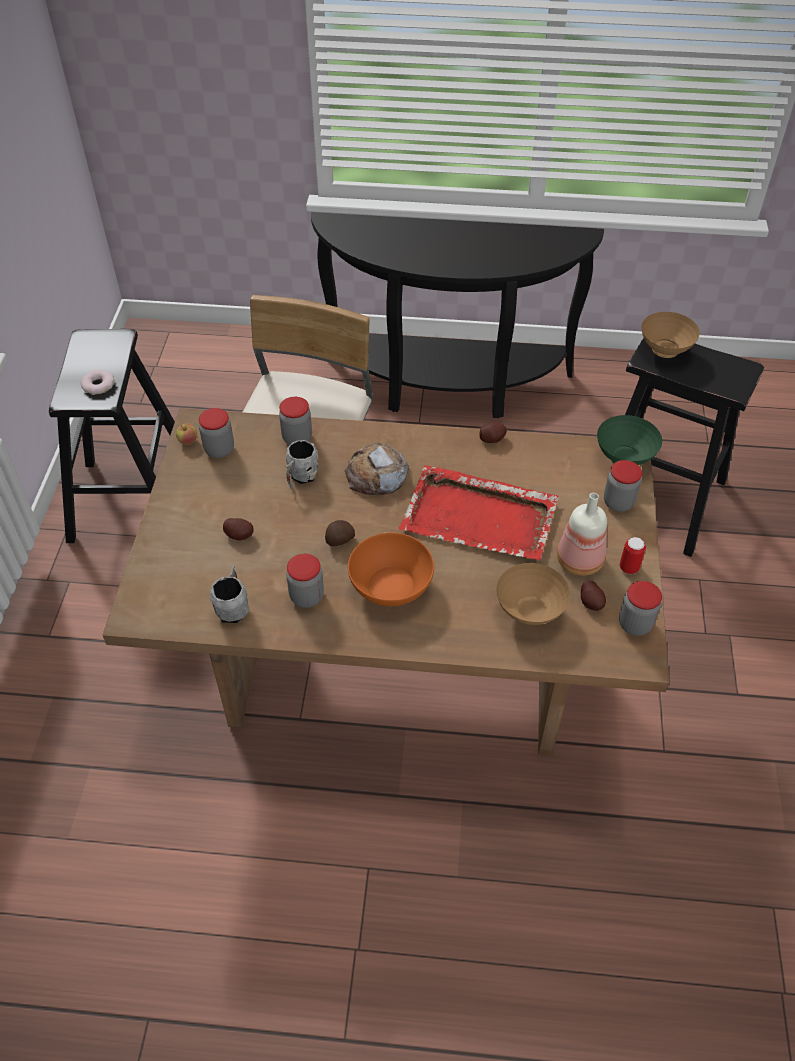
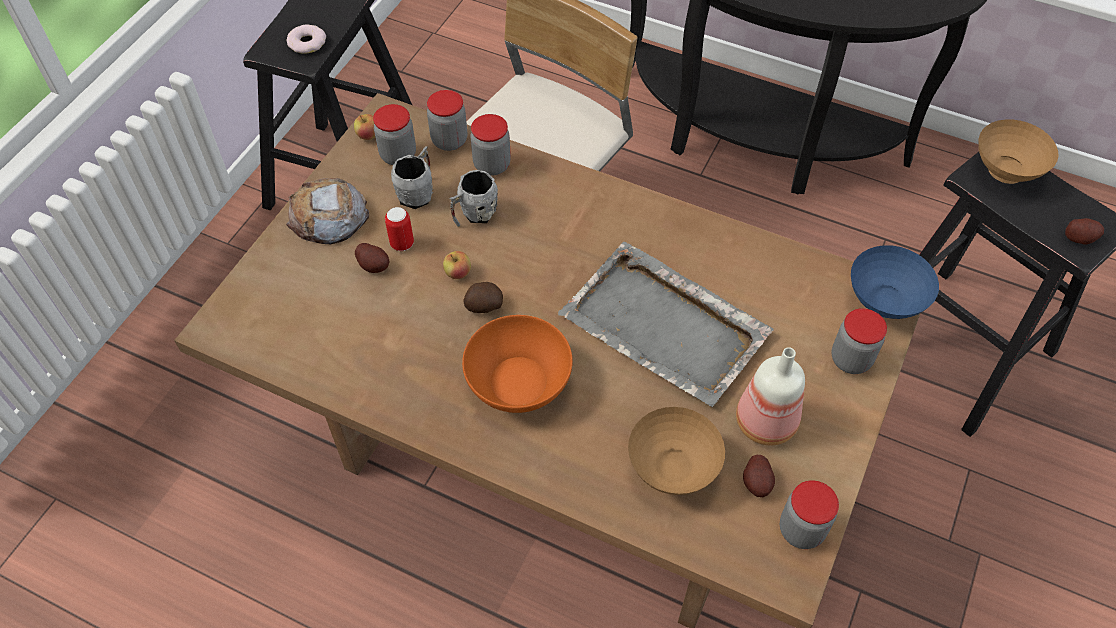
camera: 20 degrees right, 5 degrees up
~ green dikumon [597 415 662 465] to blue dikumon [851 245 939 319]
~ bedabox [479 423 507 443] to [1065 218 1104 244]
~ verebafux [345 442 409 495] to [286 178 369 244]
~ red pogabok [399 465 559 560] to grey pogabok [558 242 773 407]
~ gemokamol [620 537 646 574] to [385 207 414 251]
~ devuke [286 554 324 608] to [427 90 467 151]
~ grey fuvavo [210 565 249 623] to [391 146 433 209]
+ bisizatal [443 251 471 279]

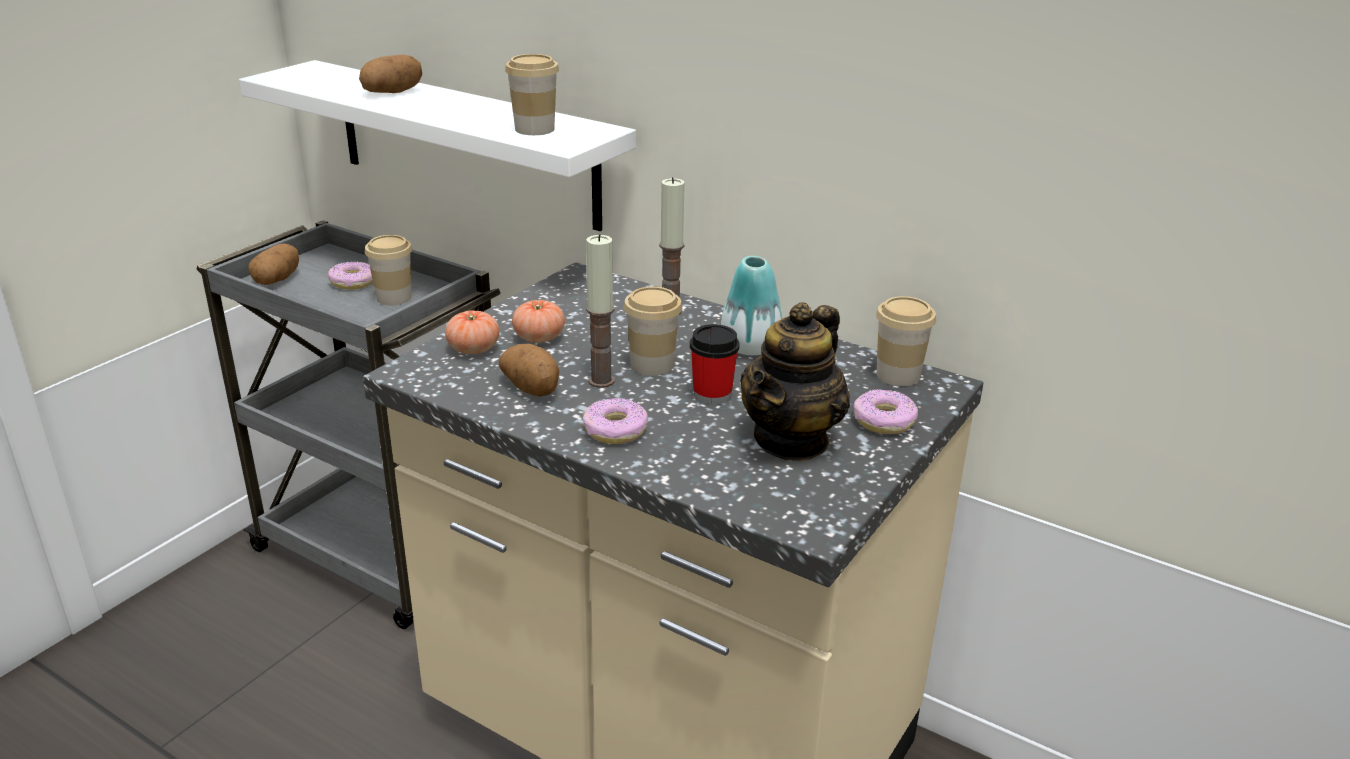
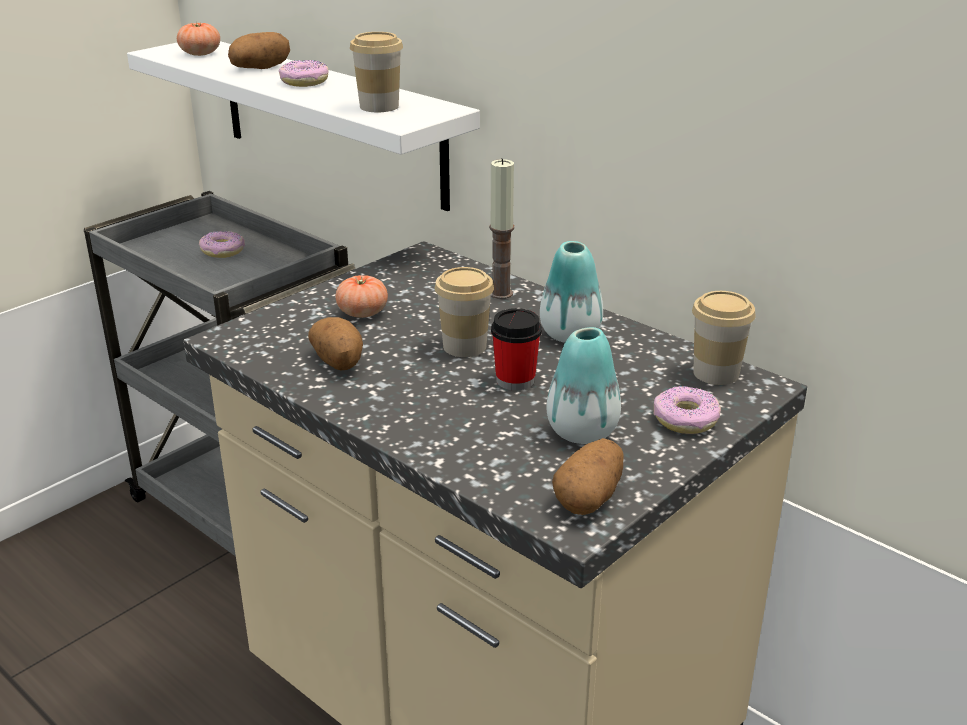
camera: 10 degrees right, 0 degrees up
- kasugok [586 234 615 388]
- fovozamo [365 235 412 306]
~ bedabox [248 243 299 285] to [552 438 624 515]
~ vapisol [740 302 850 461] to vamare [547 327 621 444]
~ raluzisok [445 310 500 354] to [177 21 220 56]
~ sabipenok [583 397 648 444] to [279 60 328 87]

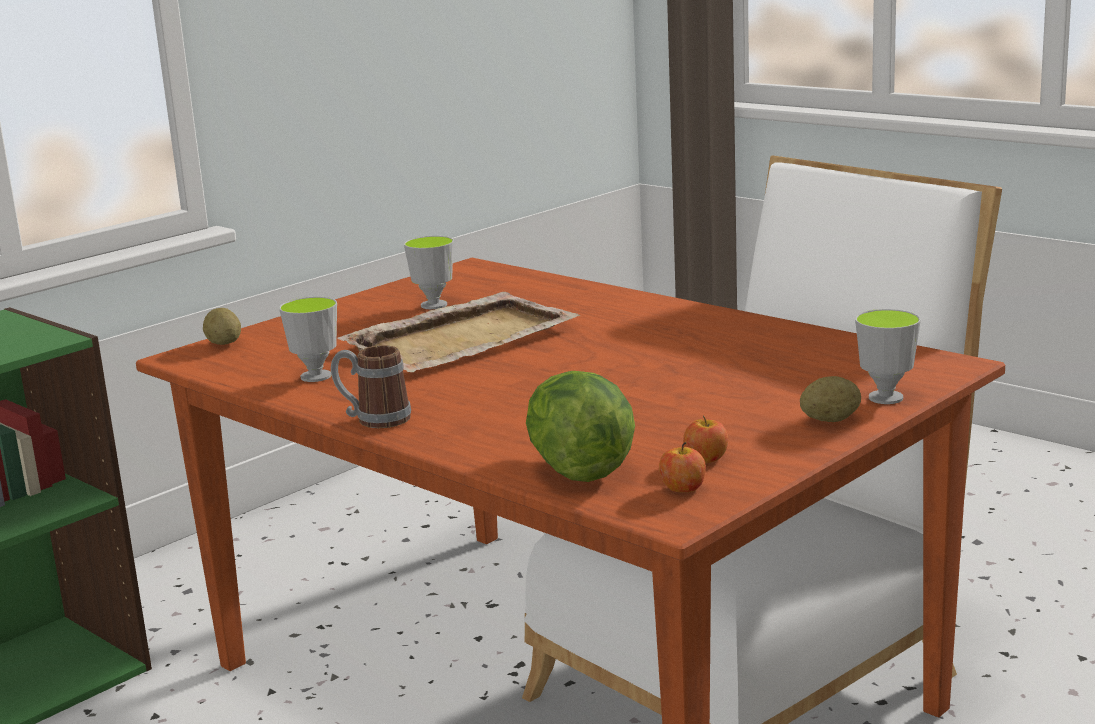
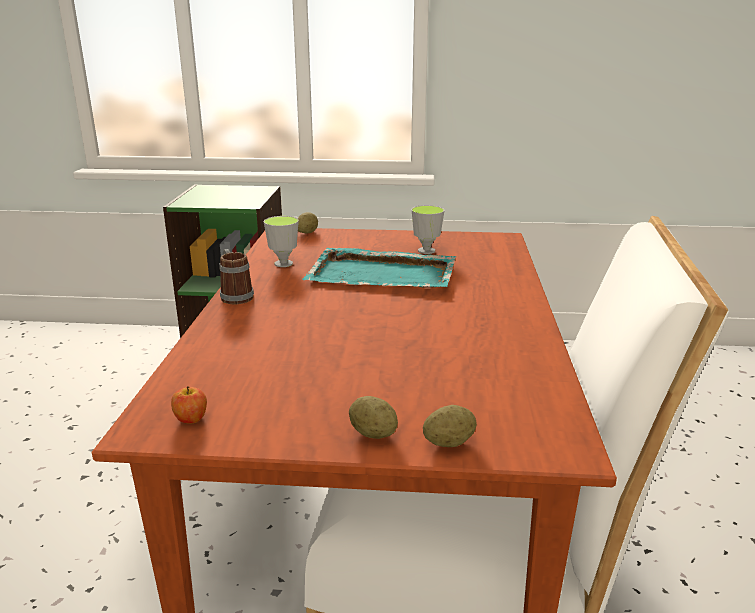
camera: 50 degrees right, 5 degrees up
~ beige pogabok [338 292 581 372] to turquoise pogabok [302 248 456 288]
~ fovozamo [855 309 921 404] to bedabox [423 405 477 447]
- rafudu [526 371 635 482]
- bisizatal [683 415 728 463]

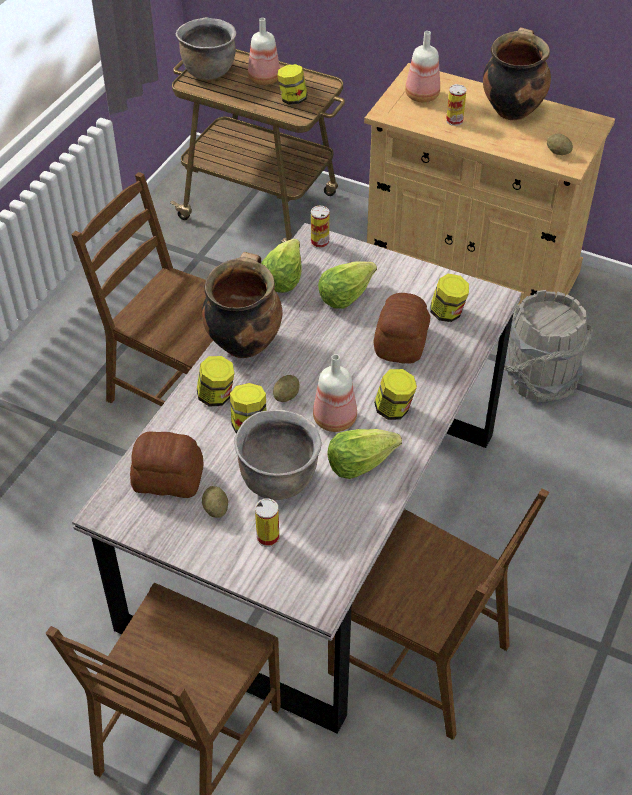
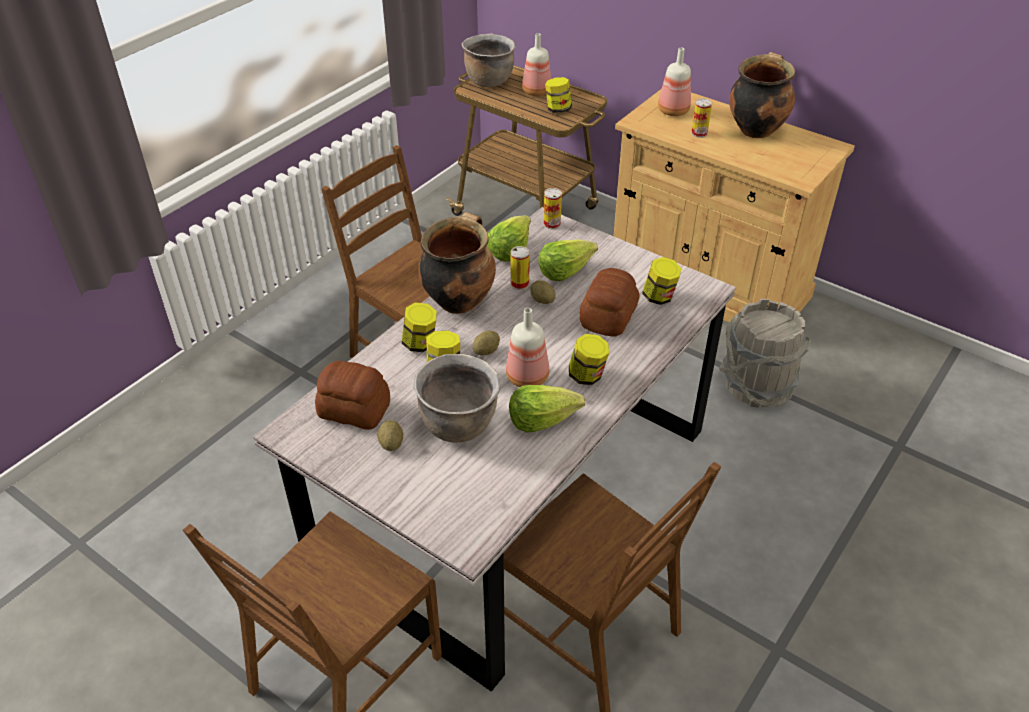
camera: 10 degrees right, 5 degrees down
~ bedabox [547 134 573 155] to [530 280 556 304]
~ gemokamol [255 498 279 547] to [511 246 530 290]

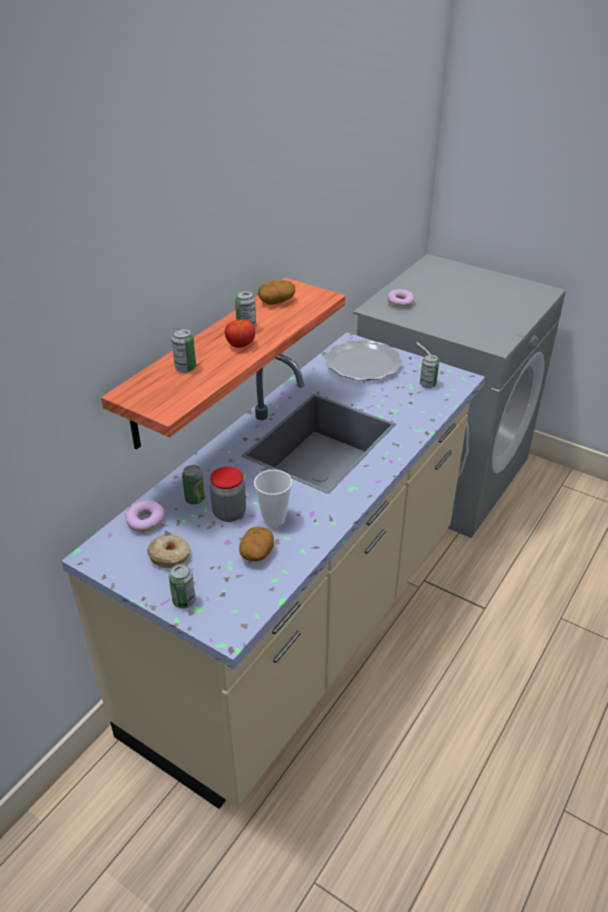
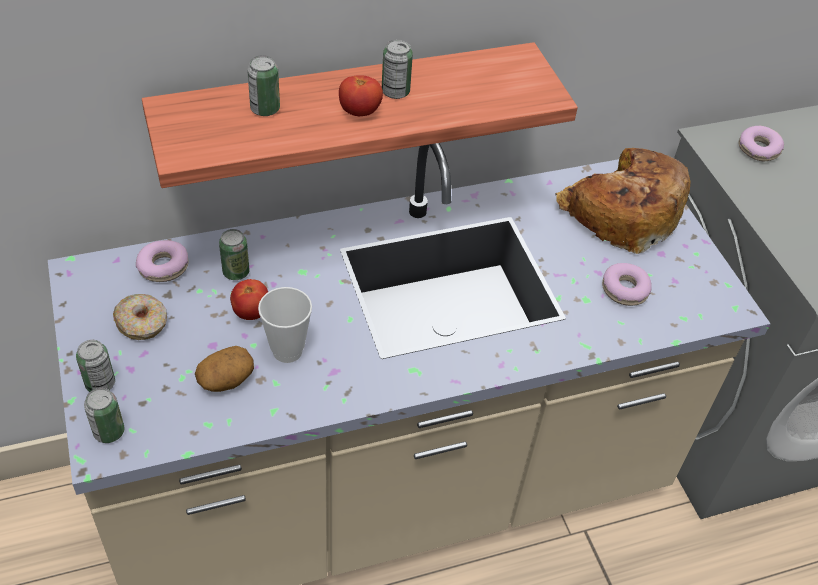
camera: 35 degrees right, 10 degrees up
- bedabox [258 280 295 305]
~ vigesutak [325 340 402 381] to verebafux [555 148 691 254]
~ gemokamol [420 354 439 388] to [84 388 125 443]
~ devuke [210 467 246 522] to raluzisok [230 279 268 320]
+ sabipenok [602 263 652 306]

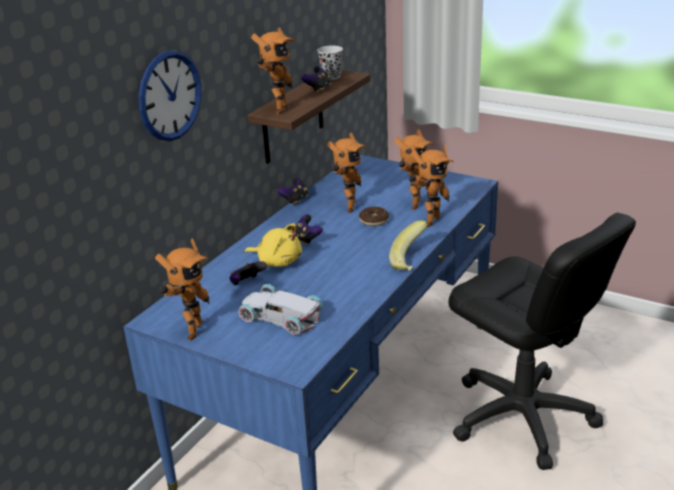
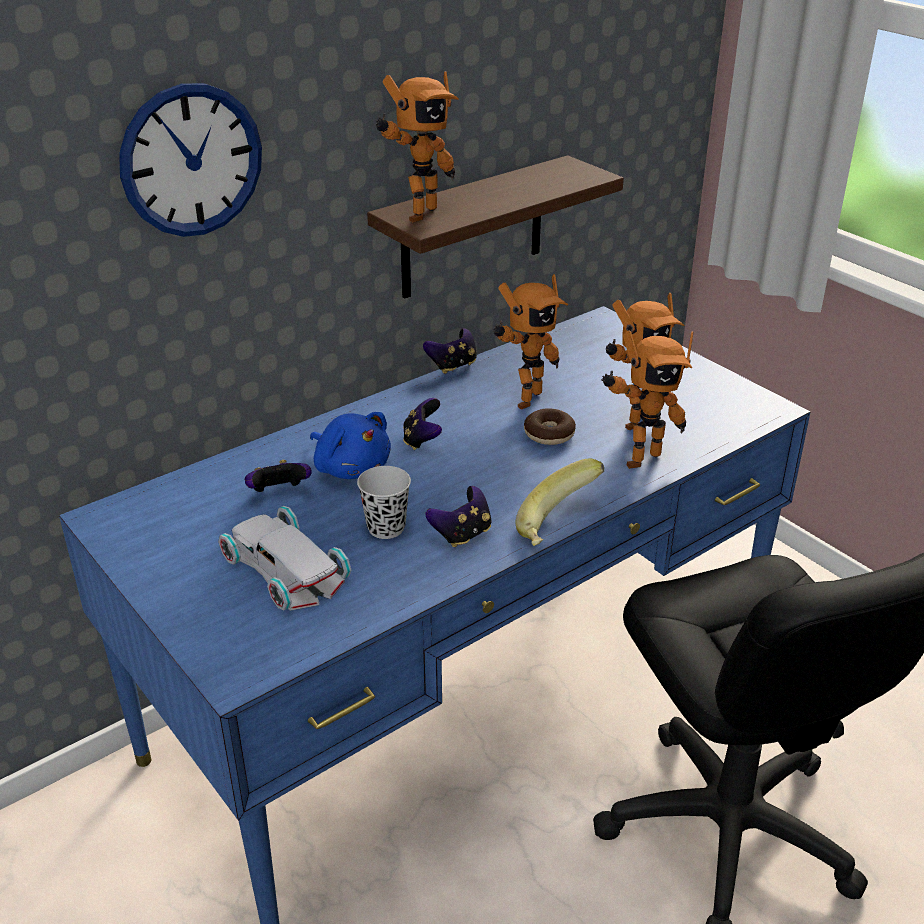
camera: 20 degrees right, 5 degrees up
~ black fovozamo [317 46 343 80] to [357 466 411 539]
~ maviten [301 66 331 93] to [425 486 492 547]
~ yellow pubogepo [245 223 302 267] to blue pubogepo [310 412 391 479]
- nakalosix [155 238 209 341]

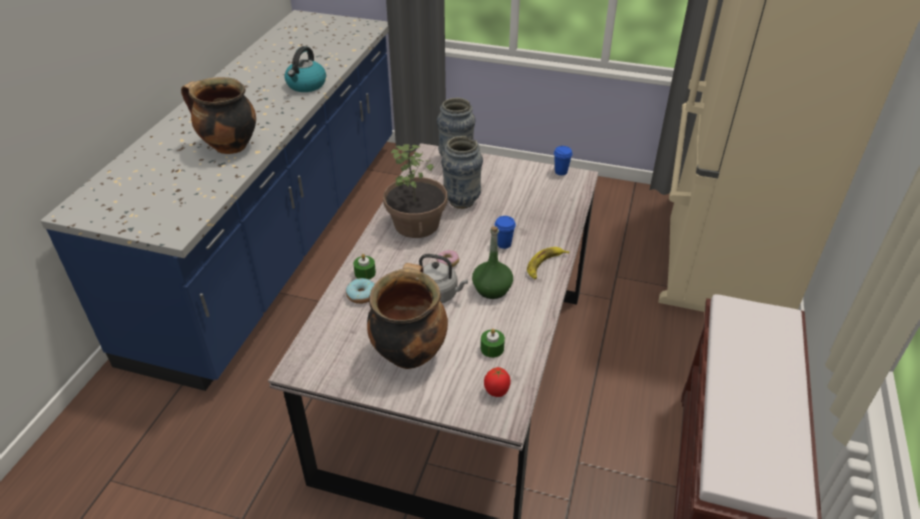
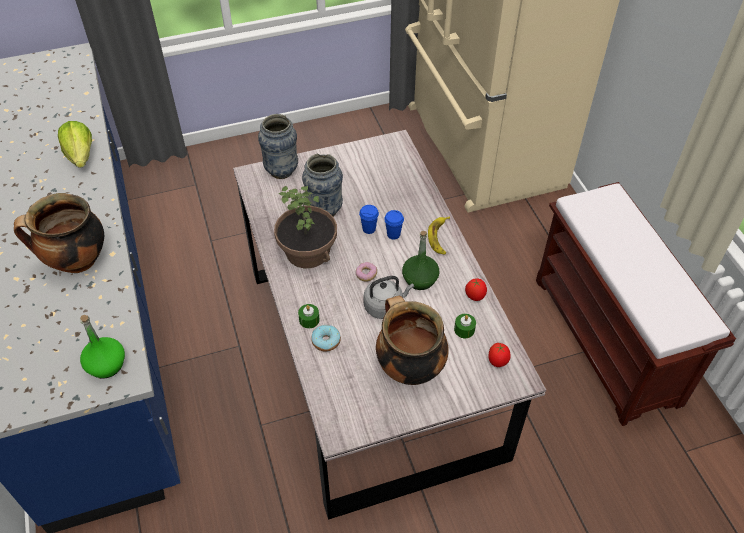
camera: 35 degrees left, 10 degrees up
~ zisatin [284 46 326 92] to rafudu [58 121 92 168]
~ blue fovozamo [554 146 572 175] to [359 205 379 234]
+ raluzisok [465 278 487 301]
+ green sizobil [80 315 125 378]

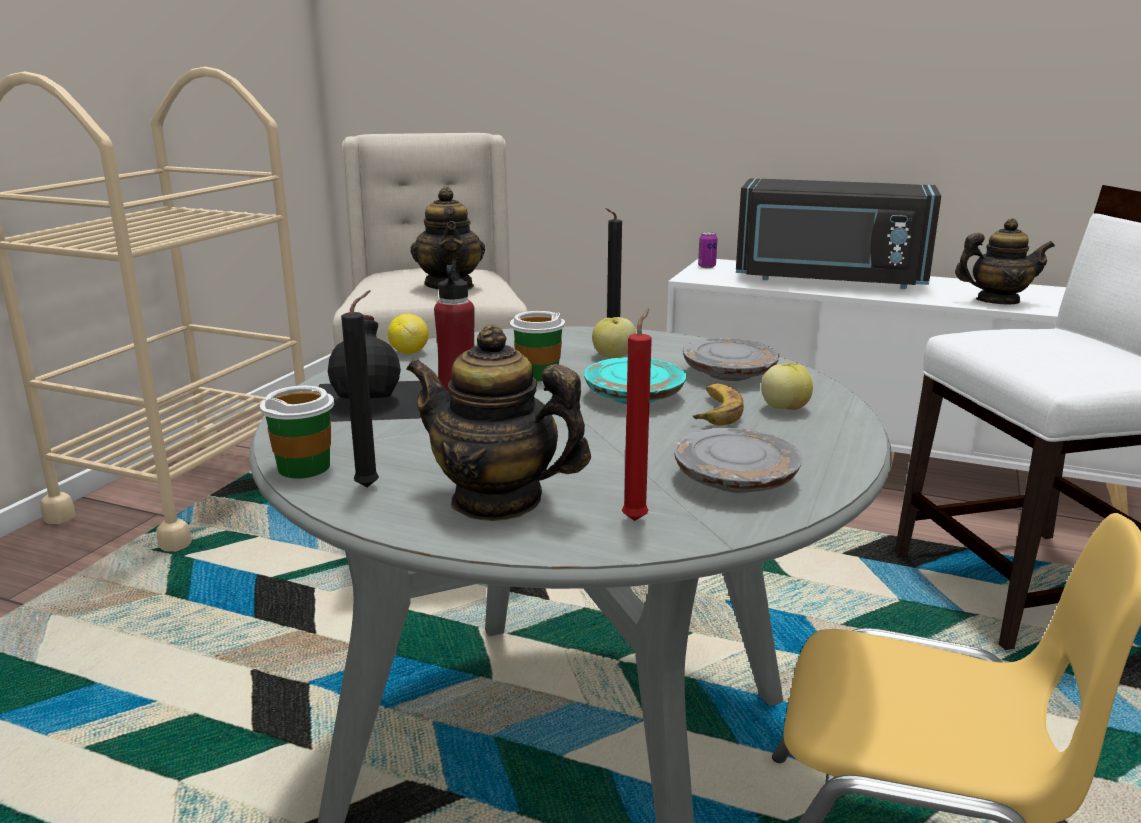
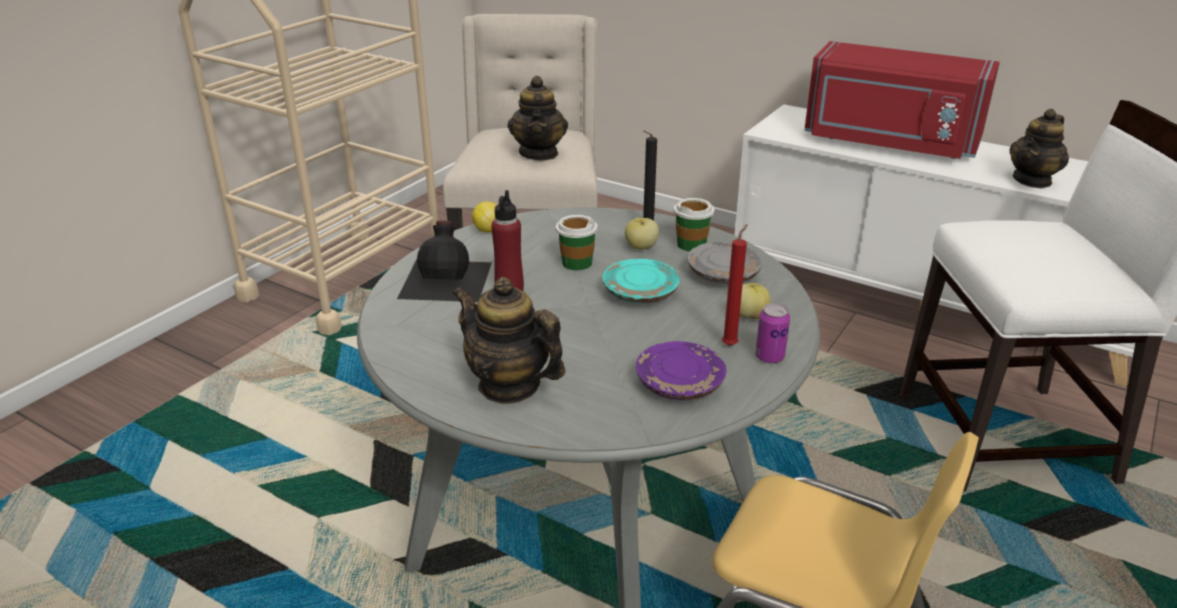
camera: 10 degrees right, 10 degrees up
~ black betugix [736 178 941 289] to red betugix [804 41 1000 159]
~ vapisol [955 218 1055 304] = [1010 108 1069 188] 120 degrees clockwise
~ gemokamol [698 232 718 268] to [755 303 790 363]
- black kasugok [341 290 379 487]
~ red kasugok [622 309 652 521] to [722 224 748 346]
- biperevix [692 384 744 426]
~ fovozamo [260 386 334 479] to [674 198 715 252]
~ grey vigesutak [674 428 803 493] to purple vigesutak [636 341 727 400]

